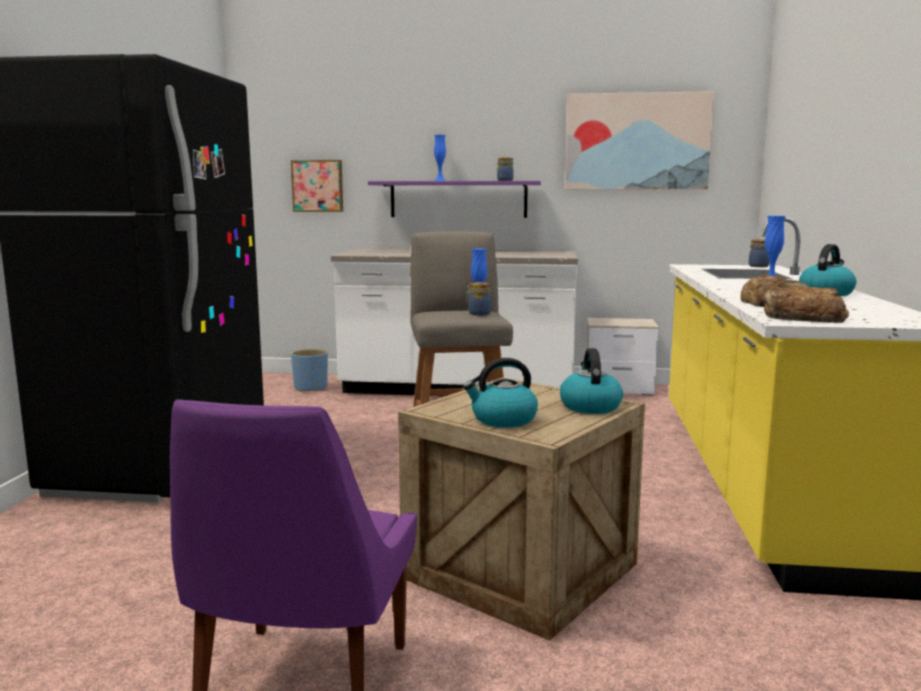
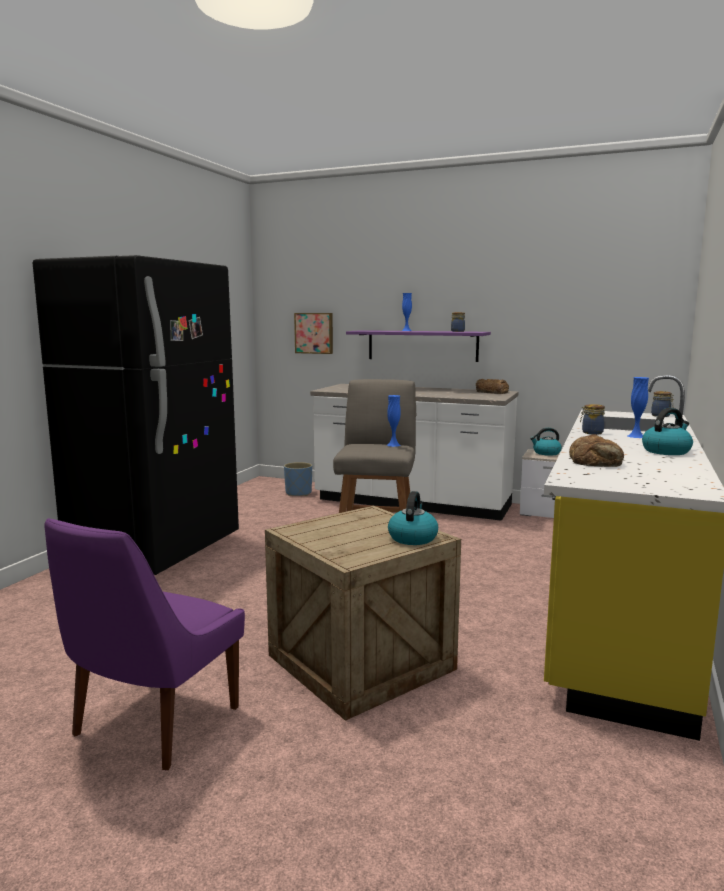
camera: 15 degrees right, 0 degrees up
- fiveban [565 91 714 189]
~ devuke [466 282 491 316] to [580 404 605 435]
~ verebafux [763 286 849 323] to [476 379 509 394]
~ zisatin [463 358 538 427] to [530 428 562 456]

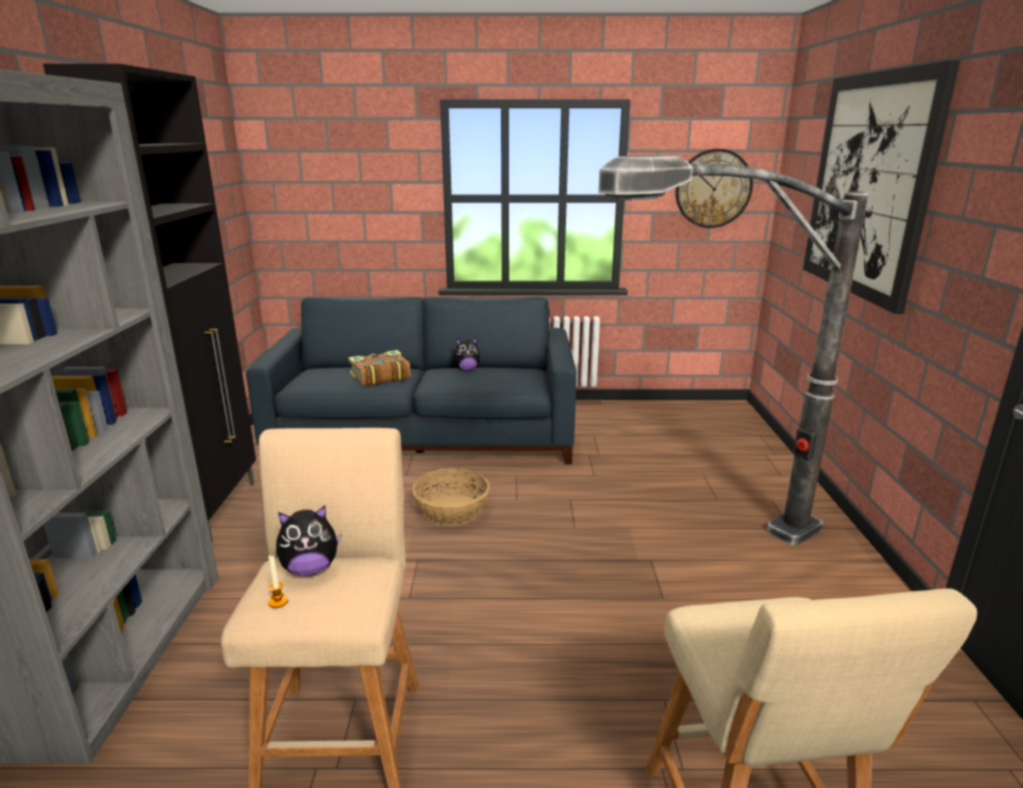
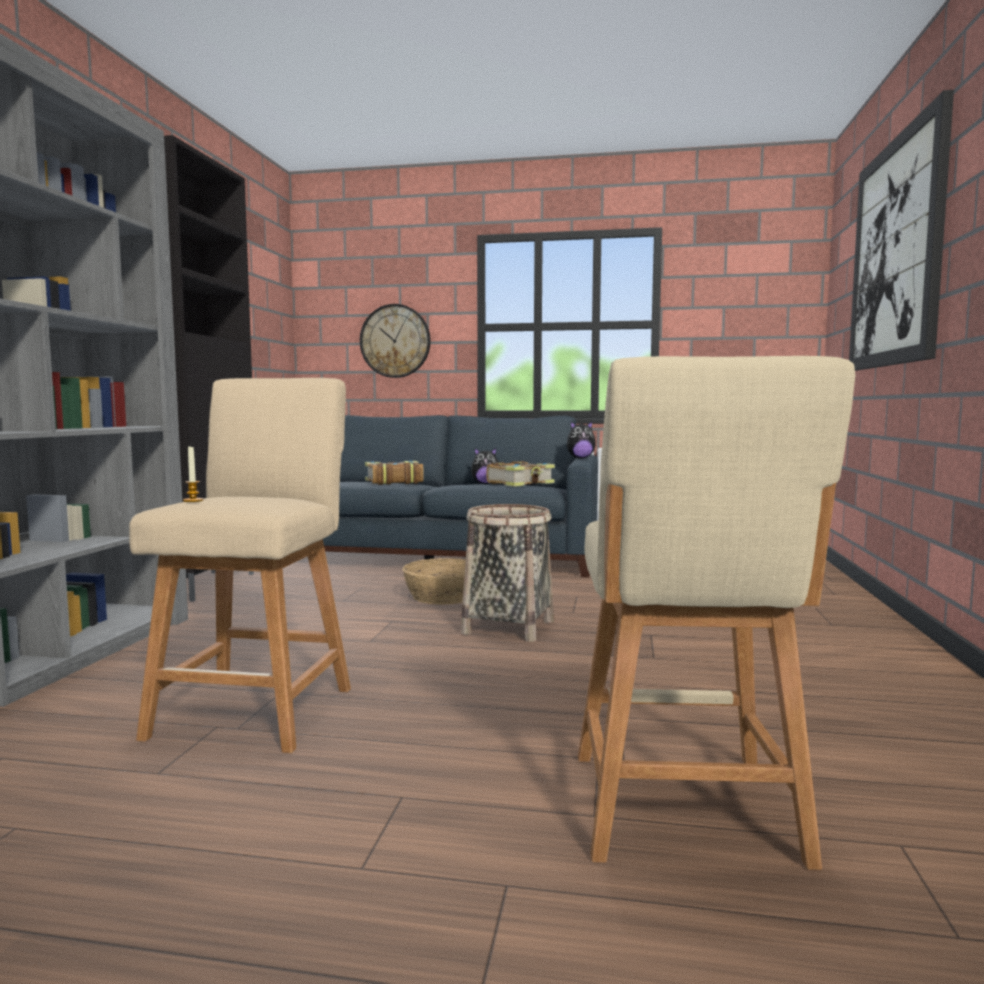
camera: 10 degrees right, 15 degrees down
~ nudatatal [675 149 753 228] to [360 304 431 378]
- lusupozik [598 155 869 545]
~ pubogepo [276 506 342 576] to [567 421 596 459]
+ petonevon [487 461 555 487]
+ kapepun [461 504 554 642]

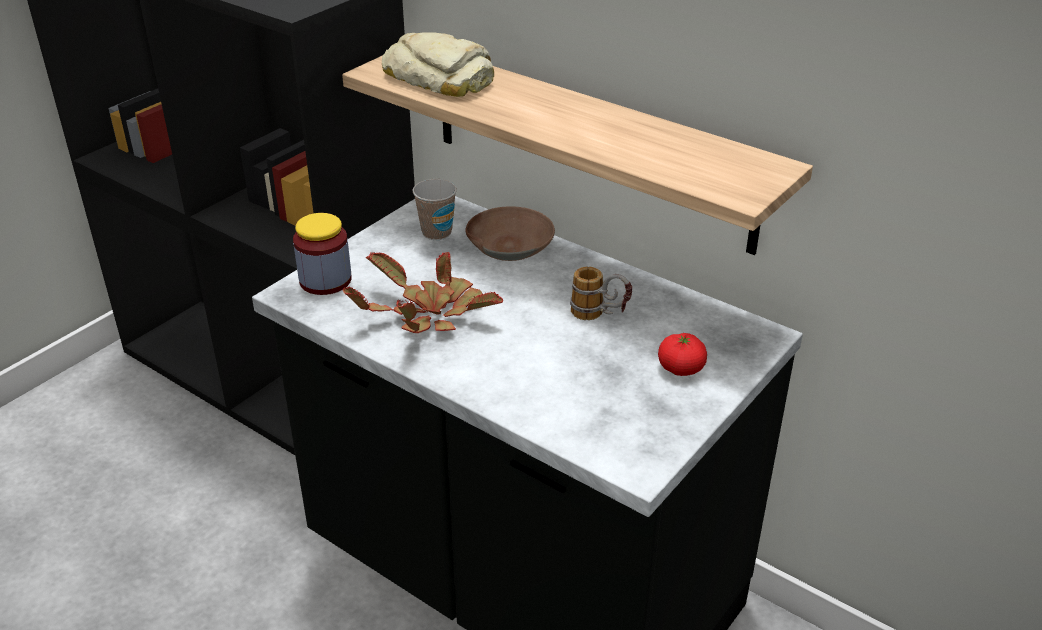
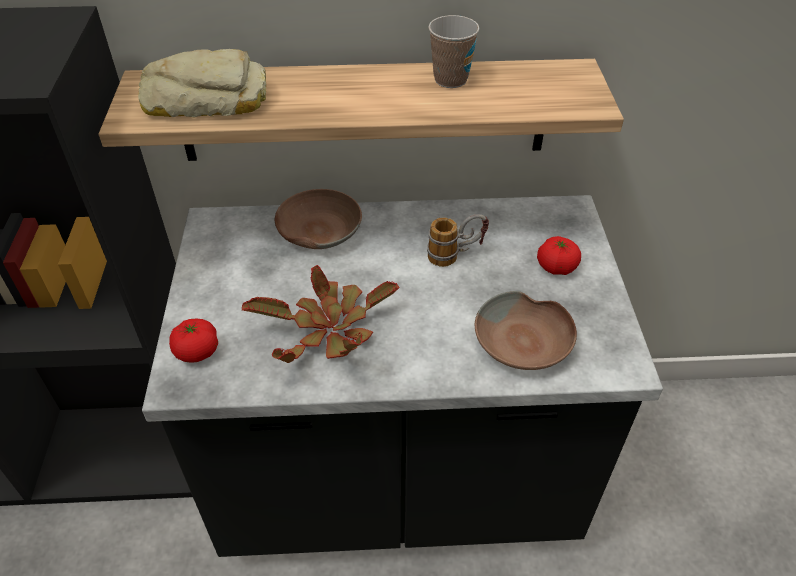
camera: 40 degrees left, 10 degrees up
~ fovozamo [413 179 457 240] to [428 15 479 88]
~ devuke [293 213 352 295] to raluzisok [169 319 218 363]
+ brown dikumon [475 291 577 370]

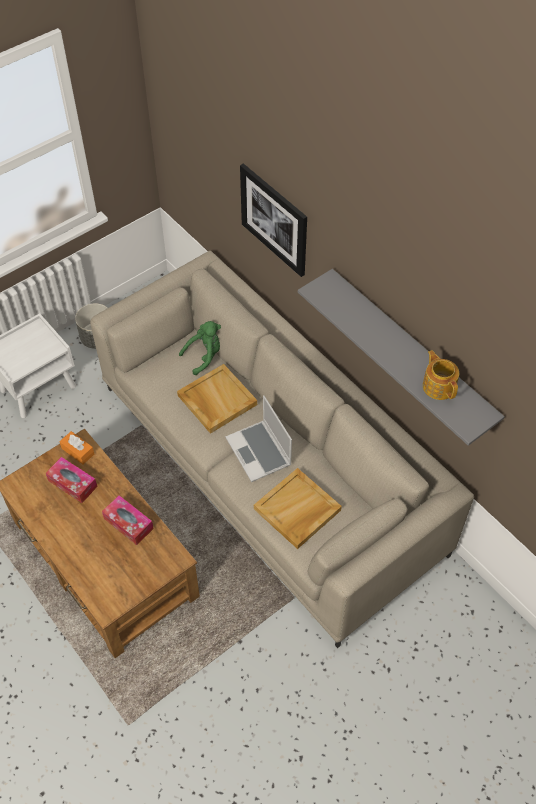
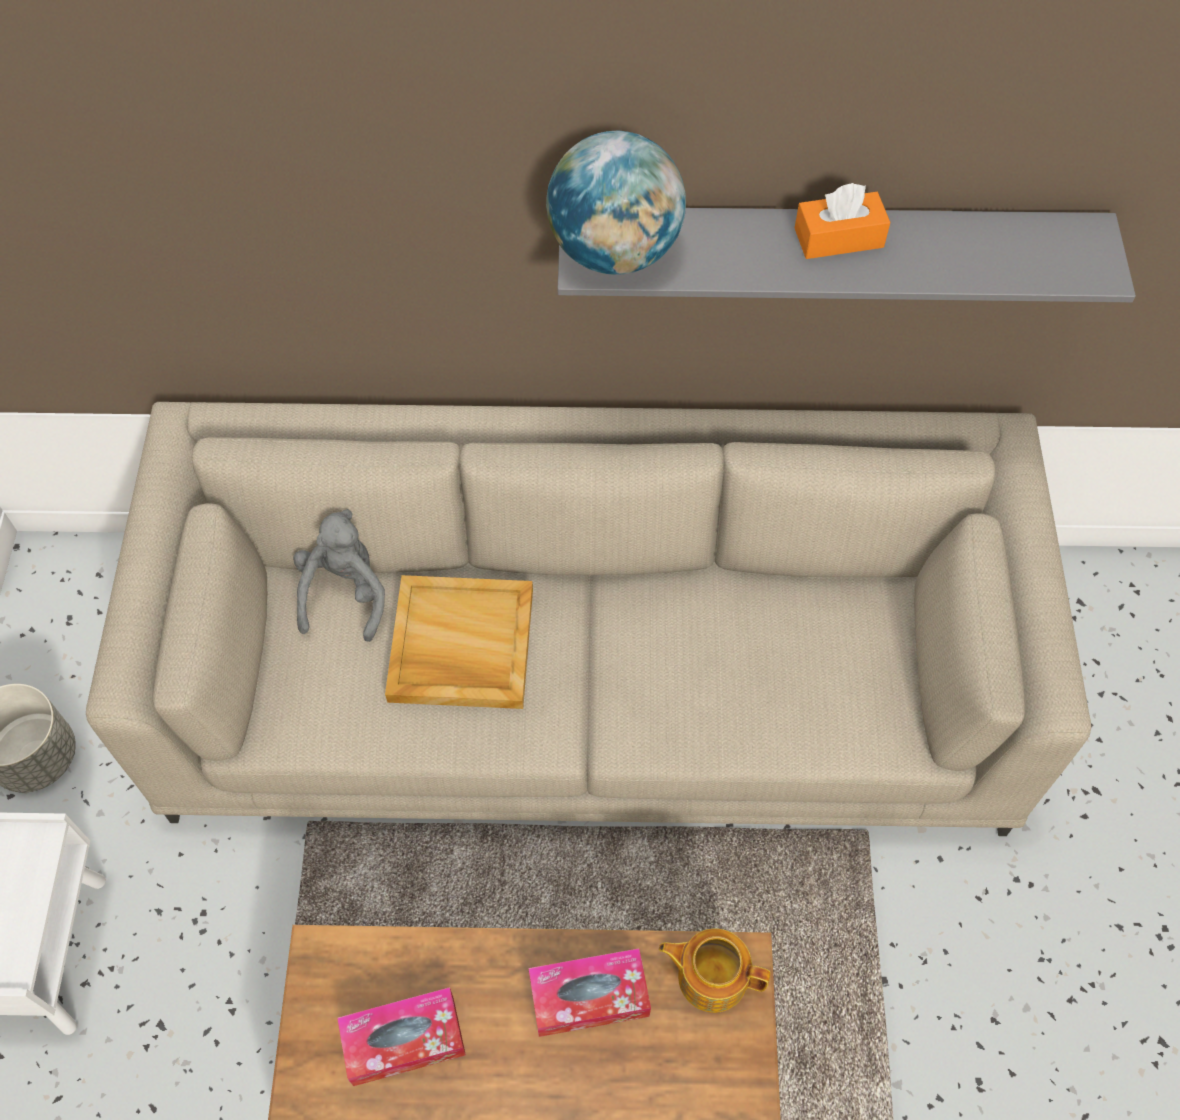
camera: 50 degrees left, 5 degrees up
- fiveban [240 163 307 277]
~ green pubogepo [179 321 221 375] to grey pubogepo [293 509 385 642]
~ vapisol [423 350 459 400] to [659 928 770 1013]
- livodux [225 395 292 482]
~ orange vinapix [60 431 94 464] to [795 183 891 259]
- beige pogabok [254 468 342 549]
+ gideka [546 130 686 275]

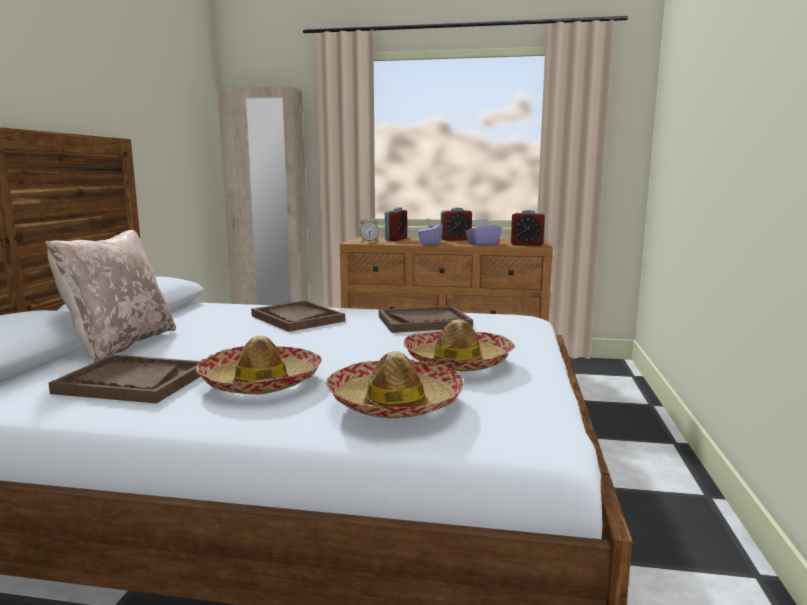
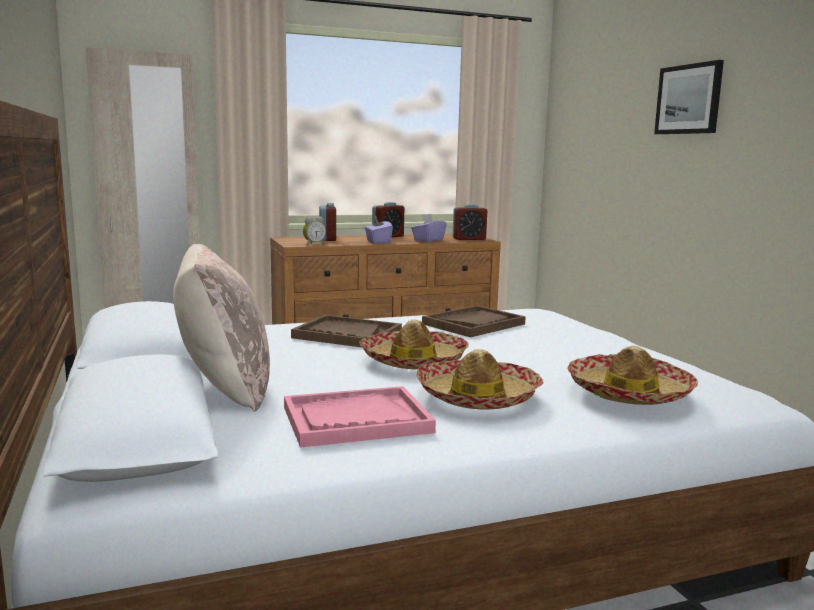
camera: 30 degrees left, 0 degrees up
~ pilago [404 319 515 371] to [359 320 469 370]
~ brown pogabok [49 355 201 404] to pink pogabok [284 386 436 448]
+ fiveban [654 60 724 134]

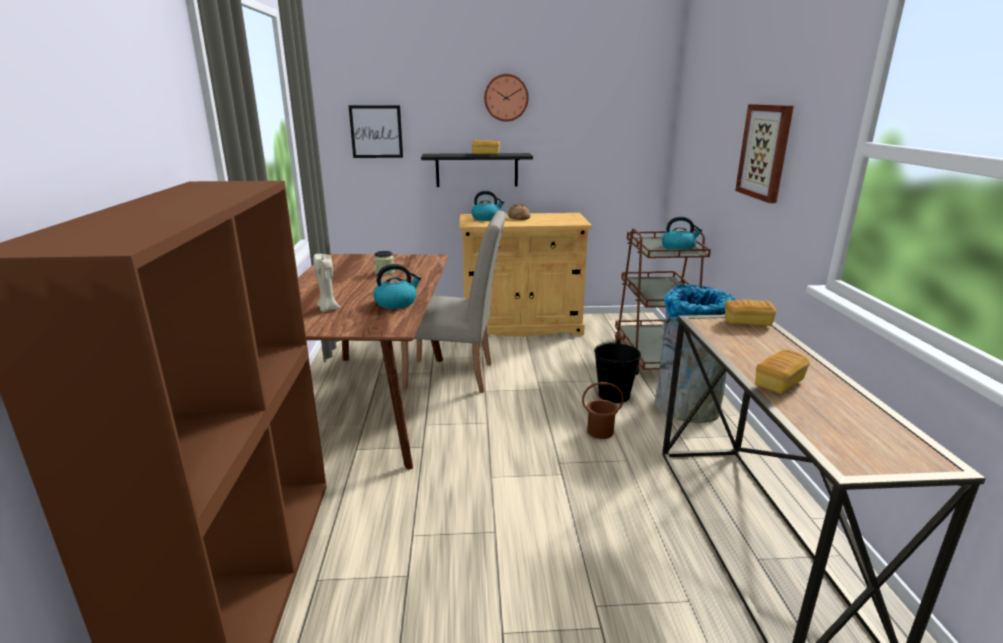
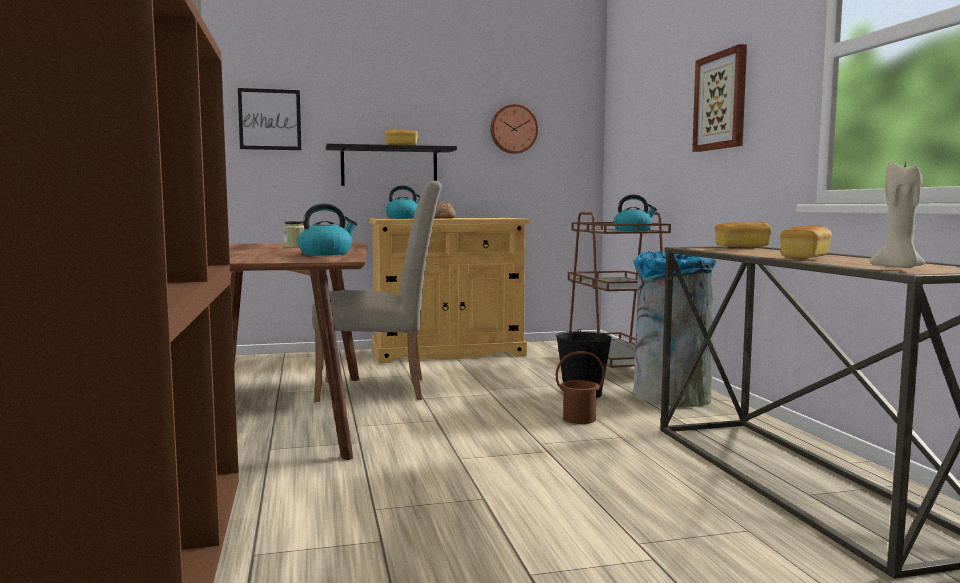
camera: 10 degrees left, 15 degrees down
~ nudatatal [484 74 529 122] to [490 104 538 154]
~ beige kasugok [314 254 341 312] to [870 160 925 268]

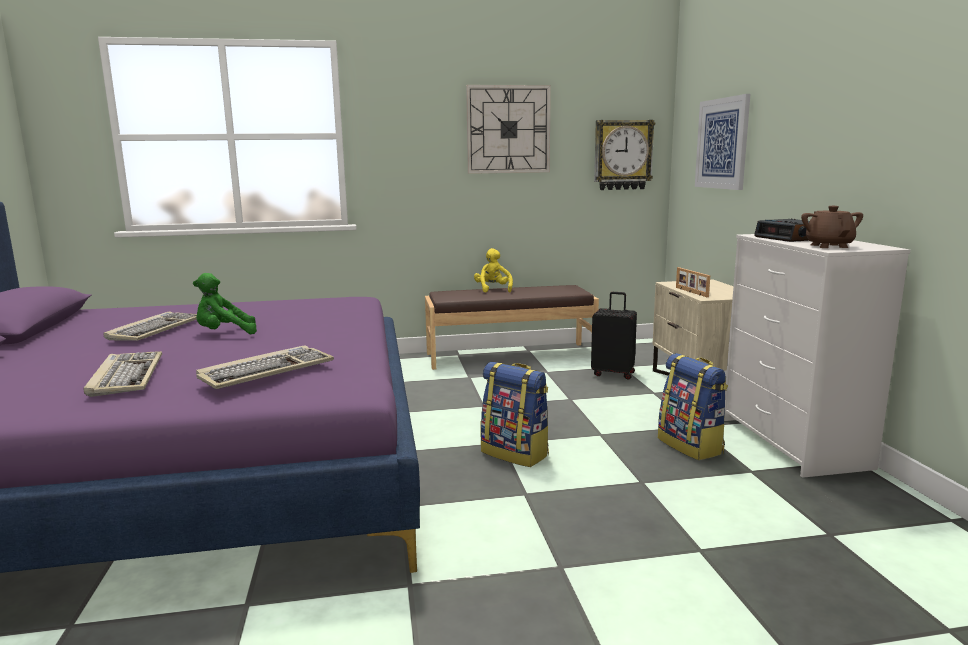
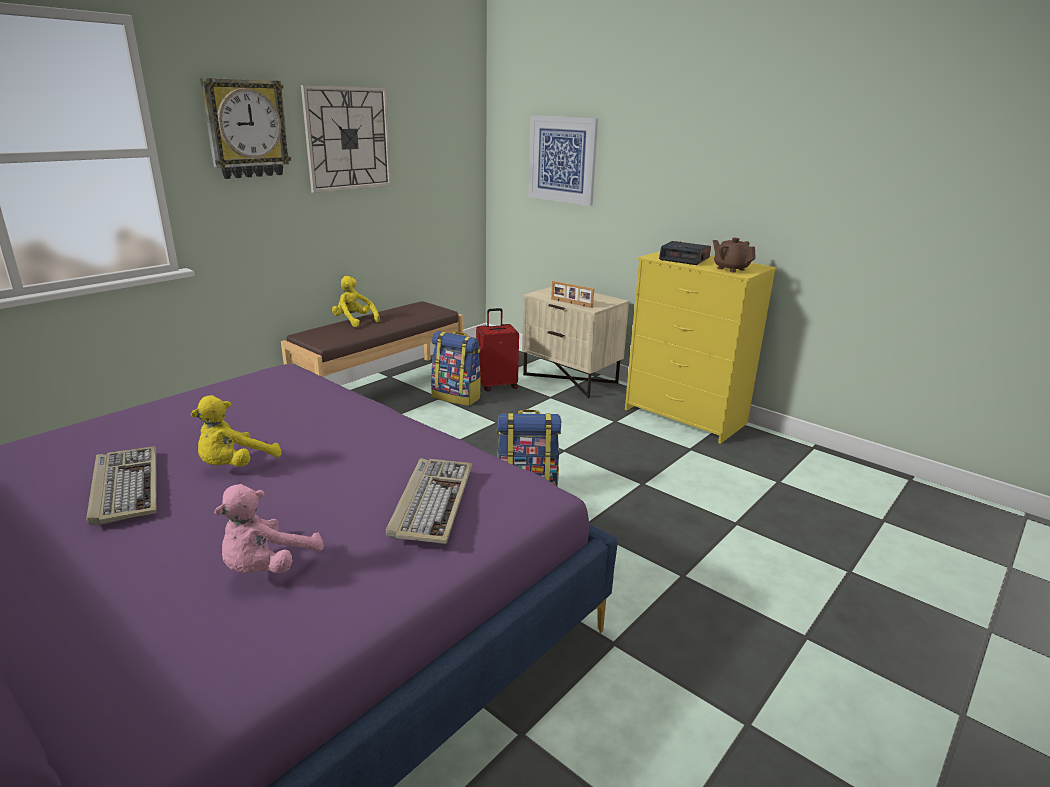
camera: 40 degrees left, 10 degrees up
~ nudatatal [594 120 655 190] to [200 78 291 179]
~ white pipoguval [724 234 910 478] to yellow pipoguval [625 251 777 444]
~ green pubogepo [193 273 257 334] to yellow pubogepo [191 395 282 467]
~ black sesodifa [591 292 637 380] to red sesodifa [476 308 519 392]
~ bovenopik [83 351 162 397] to pink pubogepo [214 484 324 573]
~ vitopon [658 353 728 460] to [431 331 481 406]

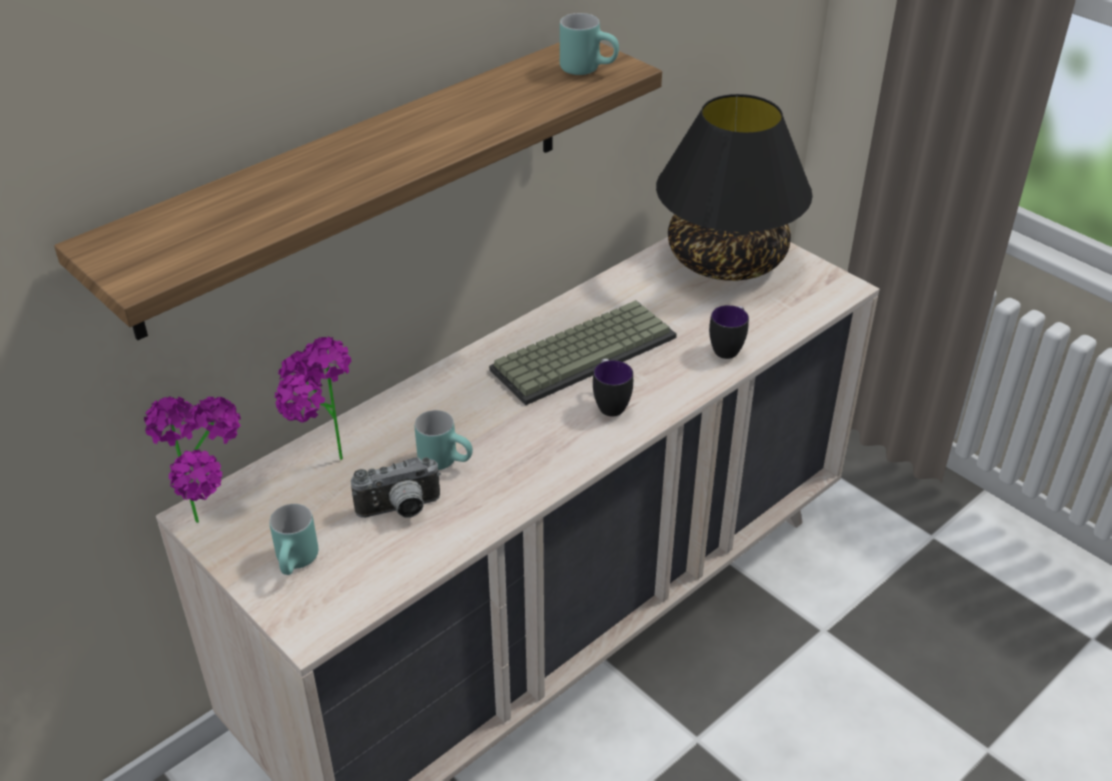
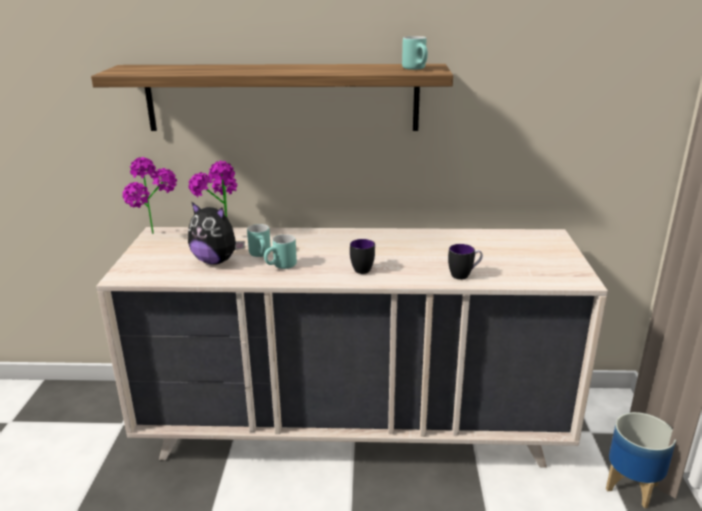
camera: 45 degrees right, 15 degrees down
- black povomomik [656 94 813 281]
- bovenopik [489 300 677 405]
~ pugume [351 457 441 518] to pubogepo [188 201 245 265]
~ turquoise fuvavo [269 504 318 575] to [264 234 297 269]
+ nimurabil [606 412 676 508]

